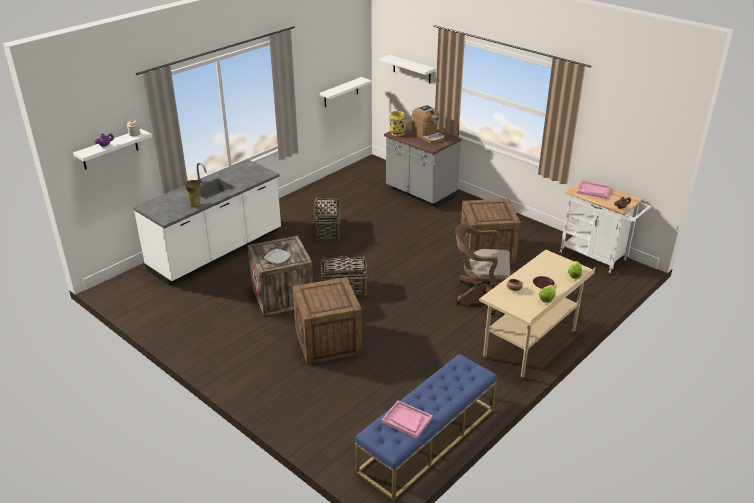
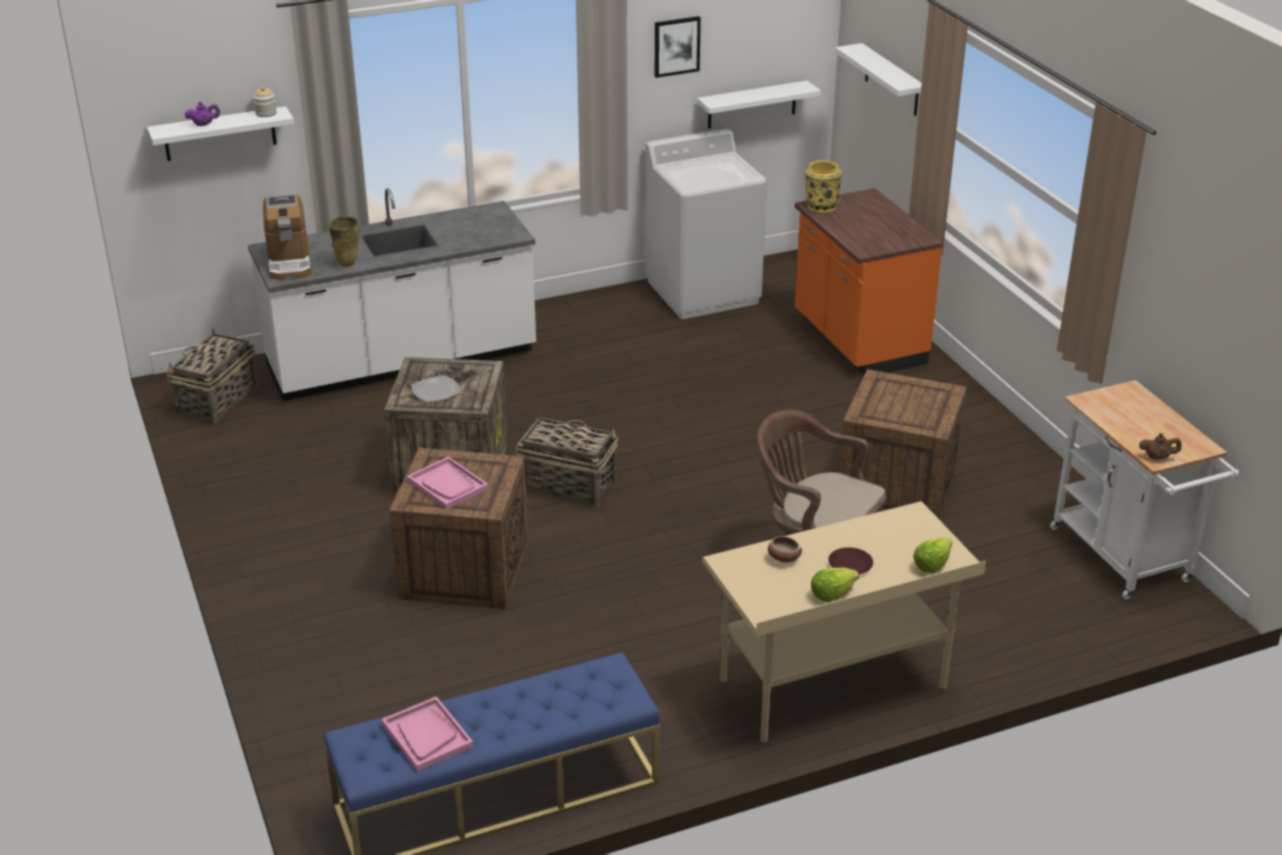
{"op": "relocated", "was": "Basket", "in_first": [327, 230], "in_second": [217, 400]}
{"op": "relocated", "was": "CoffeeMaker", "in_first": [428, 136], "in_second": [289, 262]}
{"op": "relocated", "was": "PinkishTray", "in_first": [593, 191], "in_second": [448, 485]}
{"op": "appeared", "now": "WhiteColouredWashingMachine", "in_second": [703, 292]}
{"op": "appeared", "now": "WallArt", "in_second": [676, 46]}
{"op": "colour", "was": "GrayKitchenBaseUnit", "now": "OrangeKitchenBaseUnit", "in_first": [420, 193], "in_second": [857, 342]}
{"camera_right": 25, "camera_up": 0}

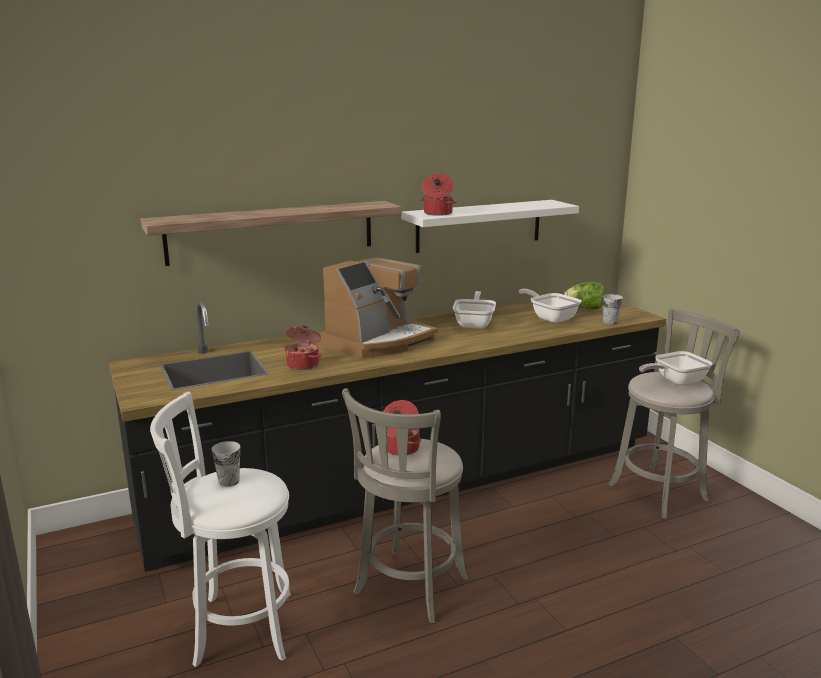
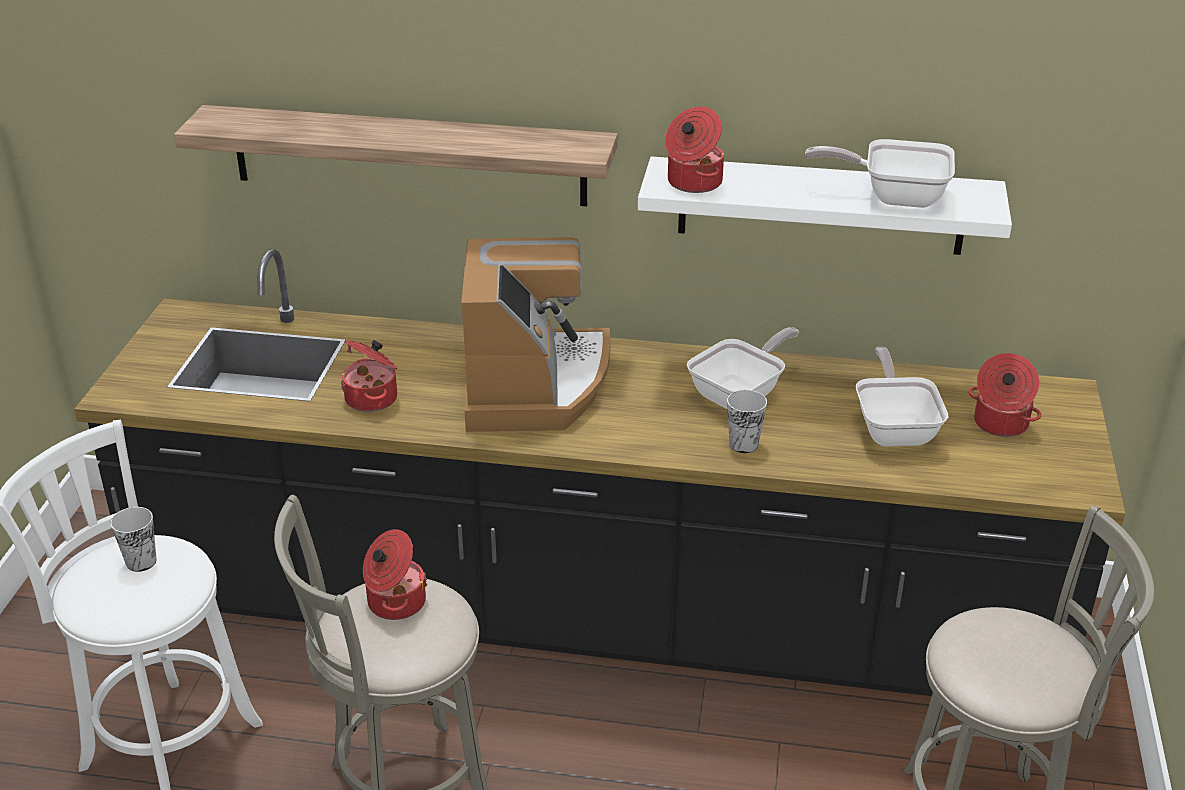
{"op": "spun", "was": "CoffeeMaker", "in_first": [378, 342], "in_second": [534, 386], "clockwise": -75}
{"op": "relocated", "was": "SmallCup", "in_first": [610, 322], "in_second": [743, 444]}
{"op": "relocated", "was": "Pan", "in_first": [675, 381], "in_second": [894, 196]}
{"op": "exchanged", "was": "Lettuce", "now": "Stockpot", "in_first": [584, 308], "in_second": [999, 424]}
{"camera_right": 35, "camera_up": 15}

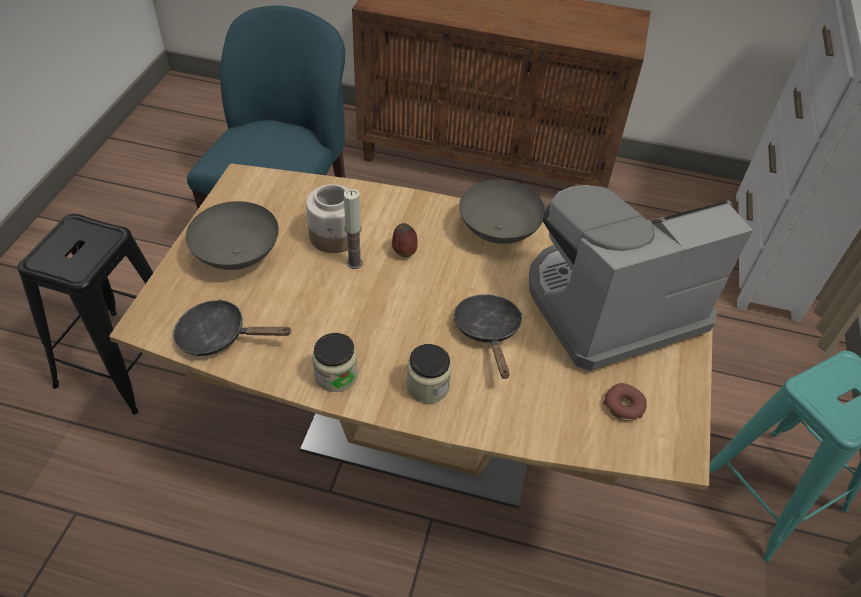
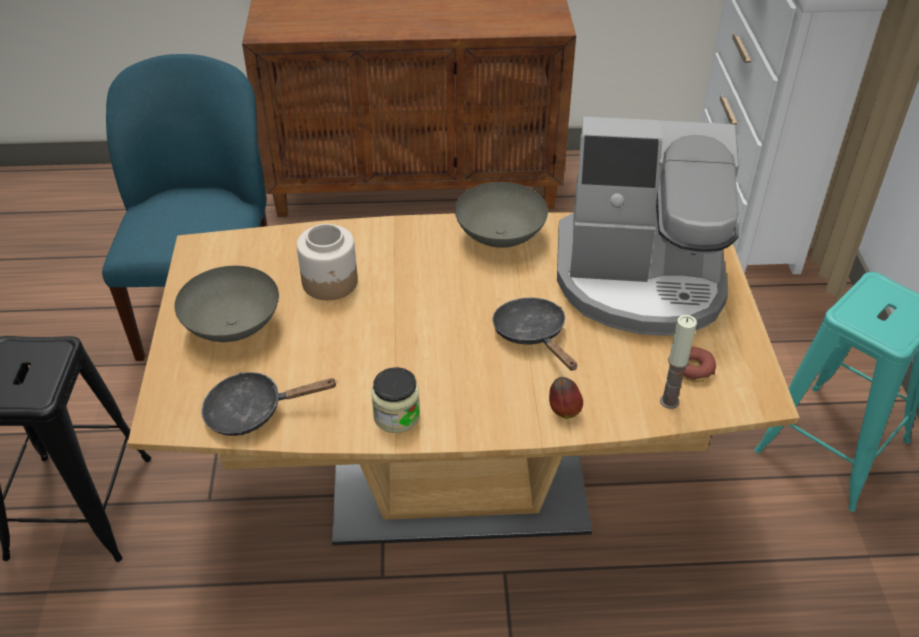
{"op": "relocated", "was": "AppleFruit", "in_first": [404, 252], "in_second": [563, 411]}
{"op": "spun", "was": "CoffeeMaker", "in_first": [610, 305], "in_second": [641, 280], "clockwise": -135}
{"op": "relocated", "was": "WaxLight", "in_first": [354, 263], "in_second": [669, 401]}
{"op": "missing", "was": "StorageJar", "in_first": [428, 386]}
{"camera_right": -15, "camera_up": -5}

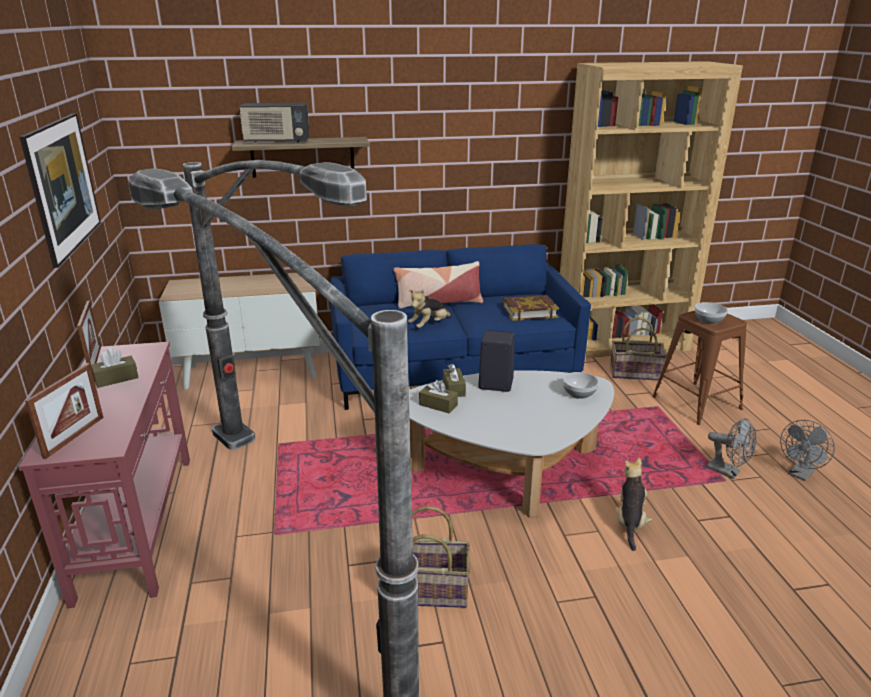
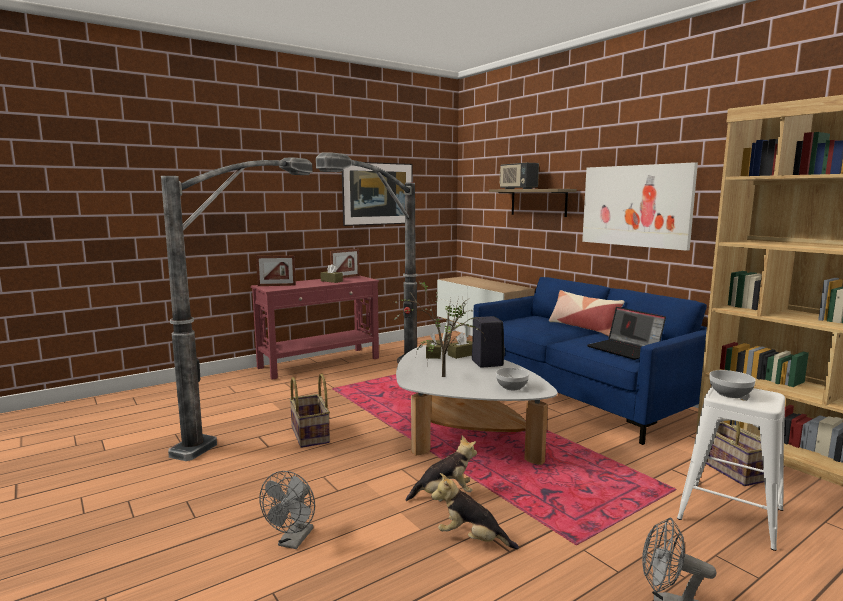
{"op": "relocated", "was": "GrayCoolingFan", "in_first": [728, 472], "in_second": [293, 541]}
{"op": "appeared", "now": "Houseplant", "in_second": [440, 376]}
{"op": "relocated", "was": "SoftToy", "in_first": [429, 325], "in_second": [472, 539]}
{"op": "appeared", "now": "WallArt", "in_second": [635, 206]}
{"op": "exchanged", "was": "Volume", "now": "PortableComputer", "in_first": [529, 311], "in_second": [625, 350]}
{"op": "colour", "was": "BrownSittingStool", "now": "WhiteColouredSittingStool", "in_first": [696, 403], "in_second": [730, 514]}
{"camera_right": 65, "camera_up": -15}

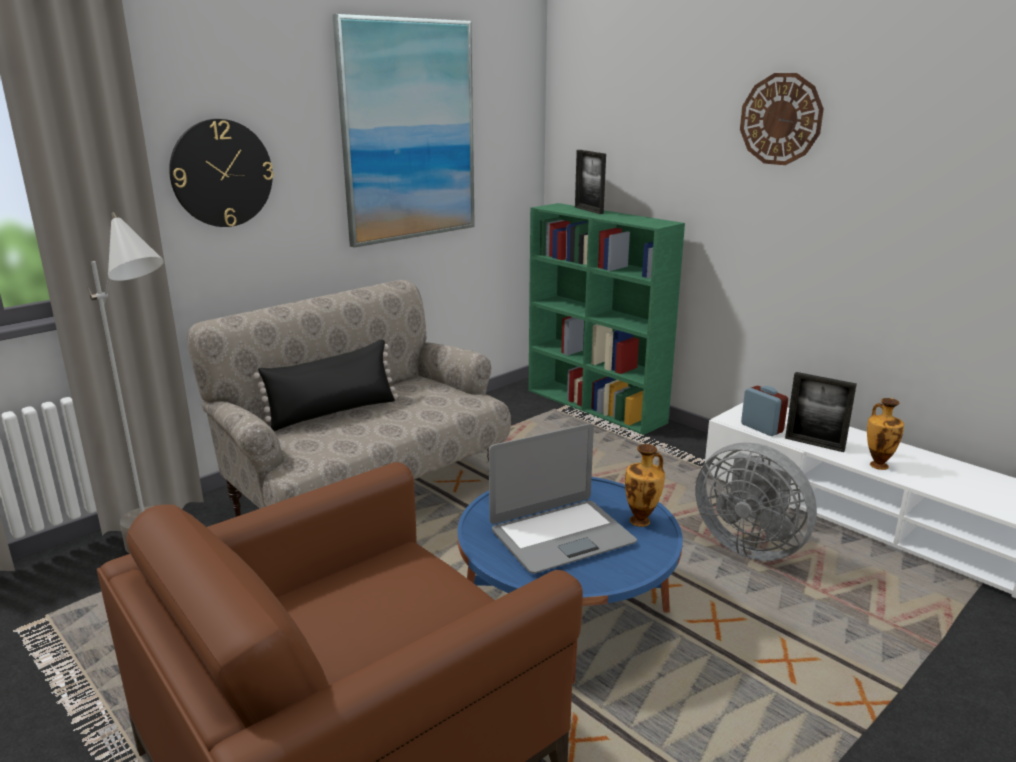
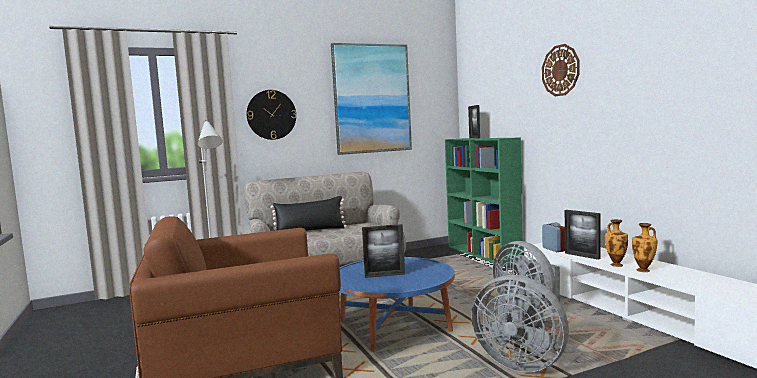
{"op": "exchanged", "was": "PortableComputer", "now": "PhotoFrame", "in_first": [561, 536], "in_second": [384, 275]}
{"op": "appeared", "now": "GrayCoolingFan", "in_second": [519, 363]}
{"op": "relocated", "was": "Vase", "in_first": [641, 521], "in_second": [644, 270]}
{"camera_right": 20, "camera_up": -15}

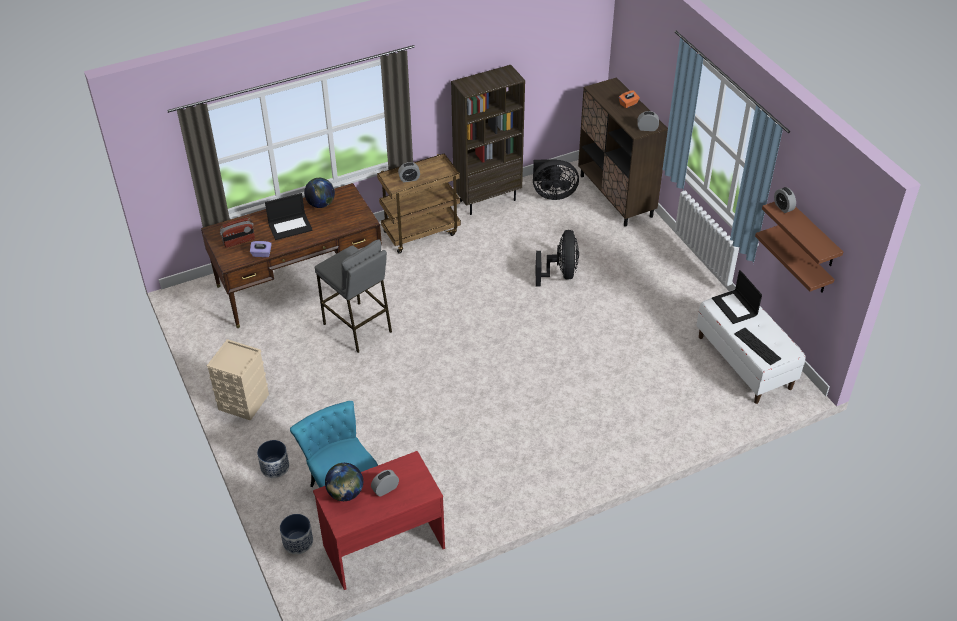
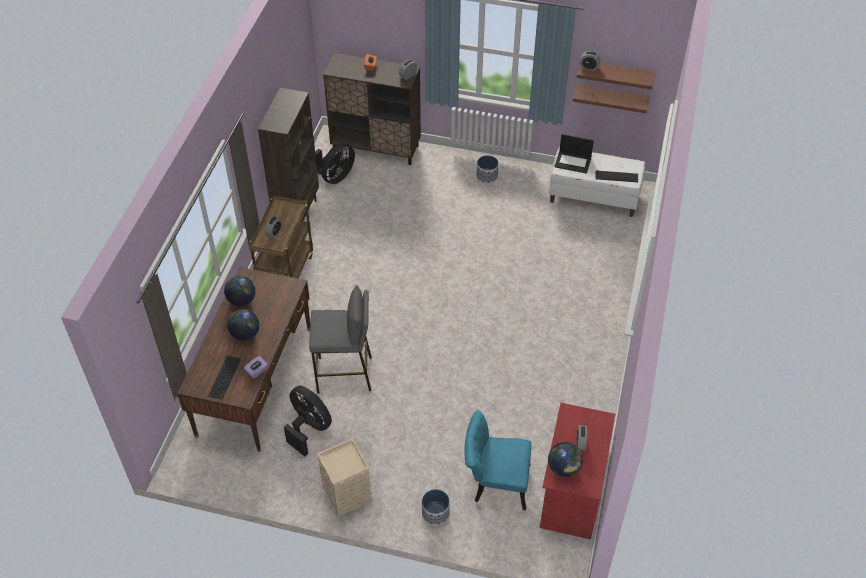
{"op": "exchanged", "was": "Radio", "now": "PcKeyboard", "in_first": [239, 241], "in_second": [224, 377]}
{"op": "exchanged", "was": "PortableComputer", "now": "Globe", "in_first": [290, 226], "in_second": [245, 334]}
{"op": "relocated", "was": "BlackCoolingFan", "in_first": [560, 274], "in_second": [309, 428]}
{"op": "relocated", "was": "PlantPot", "in_first": [298, 542], "in_second": [487, 176]}
{"camera_right": -50, "camera_up": 5}

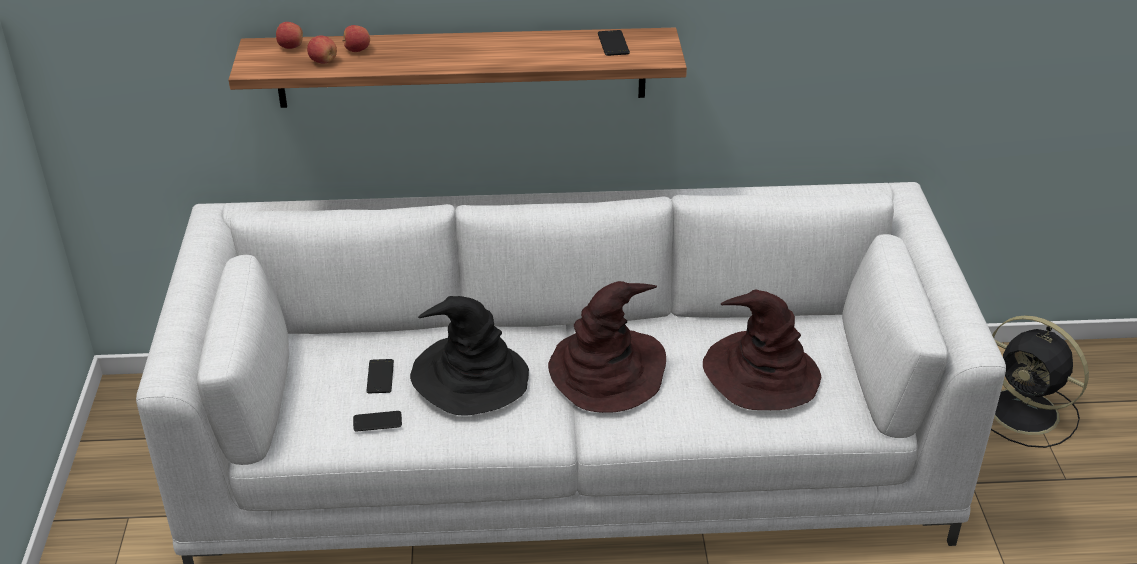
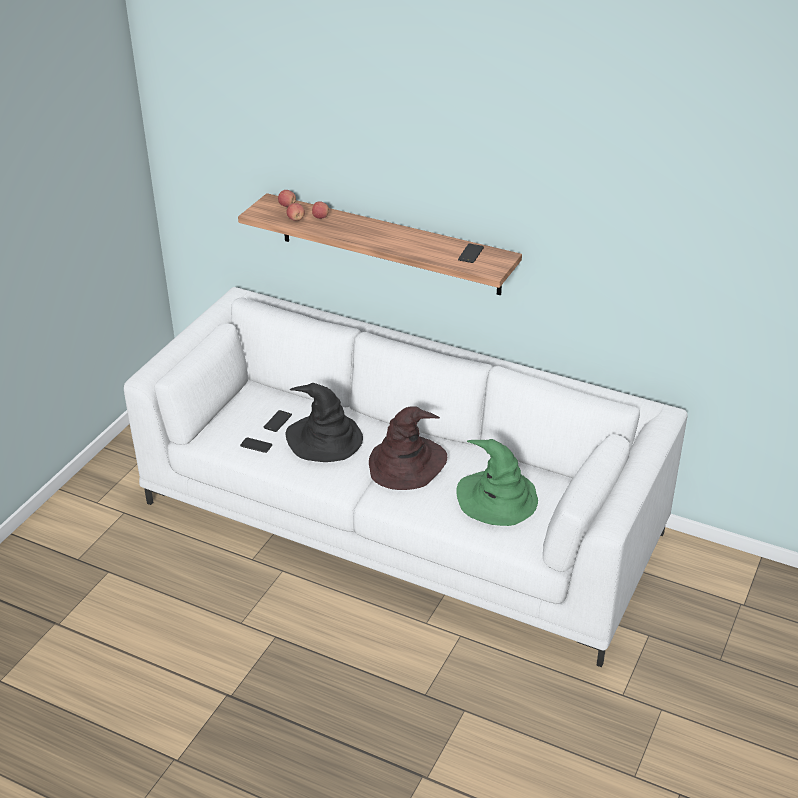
{"op": "colour", "was": "BrownClothingHat", "now": "GreenColouredClothingHat", "in_first": [760, 373], "in_second": [497, 499]}
{"op": "missing", "was": "BlackCoolingFan", "in_first": [1026, 413]}
{"camera_right": 30, "camera_up": 0}

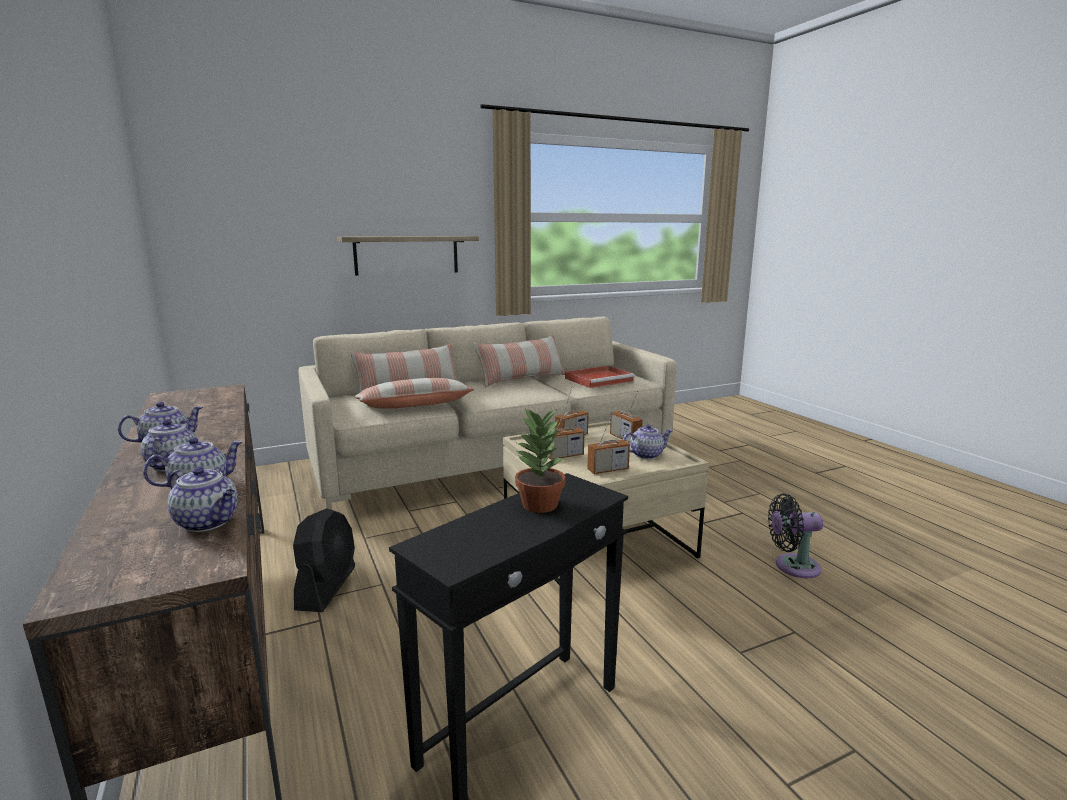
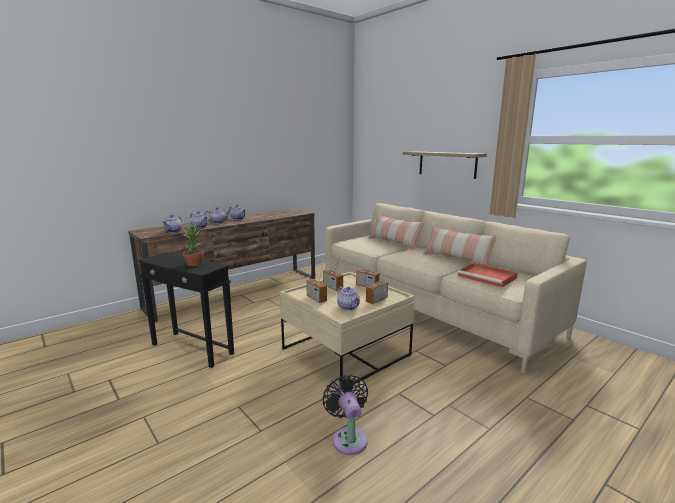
{"op": "missing", "was": "BlackCoolingFan", "in_first": [327, 587]}
{"op": "missing", "was": "ThrowPillow", "in_first": [414, 406]}
{"camera_right": 75, "camera_up": 0}

